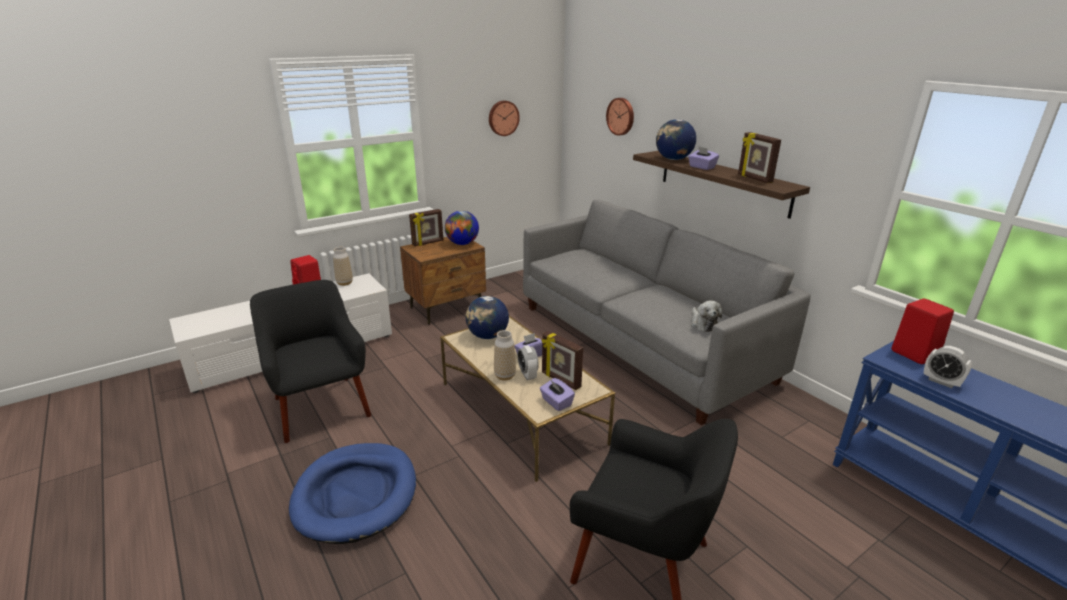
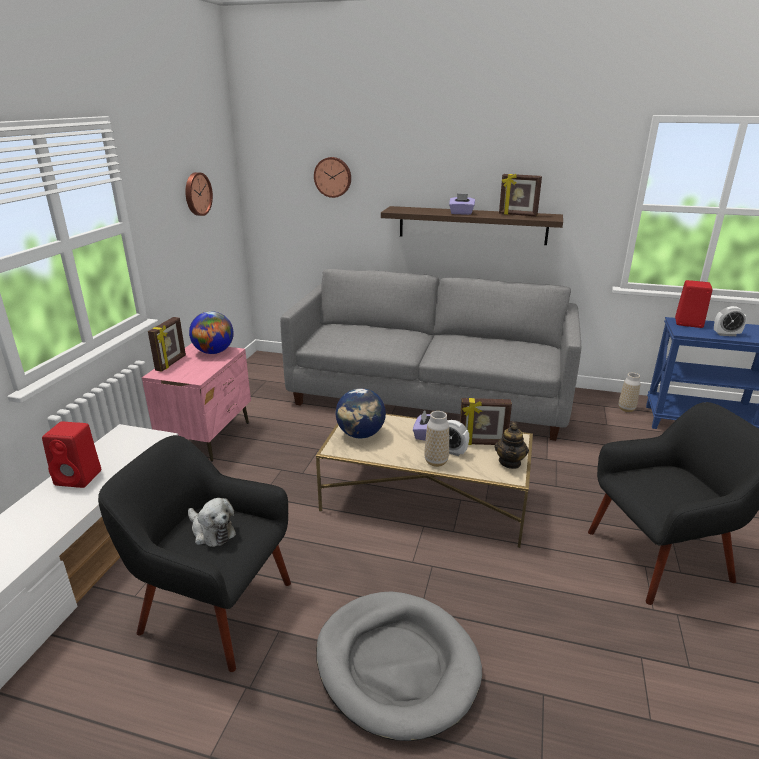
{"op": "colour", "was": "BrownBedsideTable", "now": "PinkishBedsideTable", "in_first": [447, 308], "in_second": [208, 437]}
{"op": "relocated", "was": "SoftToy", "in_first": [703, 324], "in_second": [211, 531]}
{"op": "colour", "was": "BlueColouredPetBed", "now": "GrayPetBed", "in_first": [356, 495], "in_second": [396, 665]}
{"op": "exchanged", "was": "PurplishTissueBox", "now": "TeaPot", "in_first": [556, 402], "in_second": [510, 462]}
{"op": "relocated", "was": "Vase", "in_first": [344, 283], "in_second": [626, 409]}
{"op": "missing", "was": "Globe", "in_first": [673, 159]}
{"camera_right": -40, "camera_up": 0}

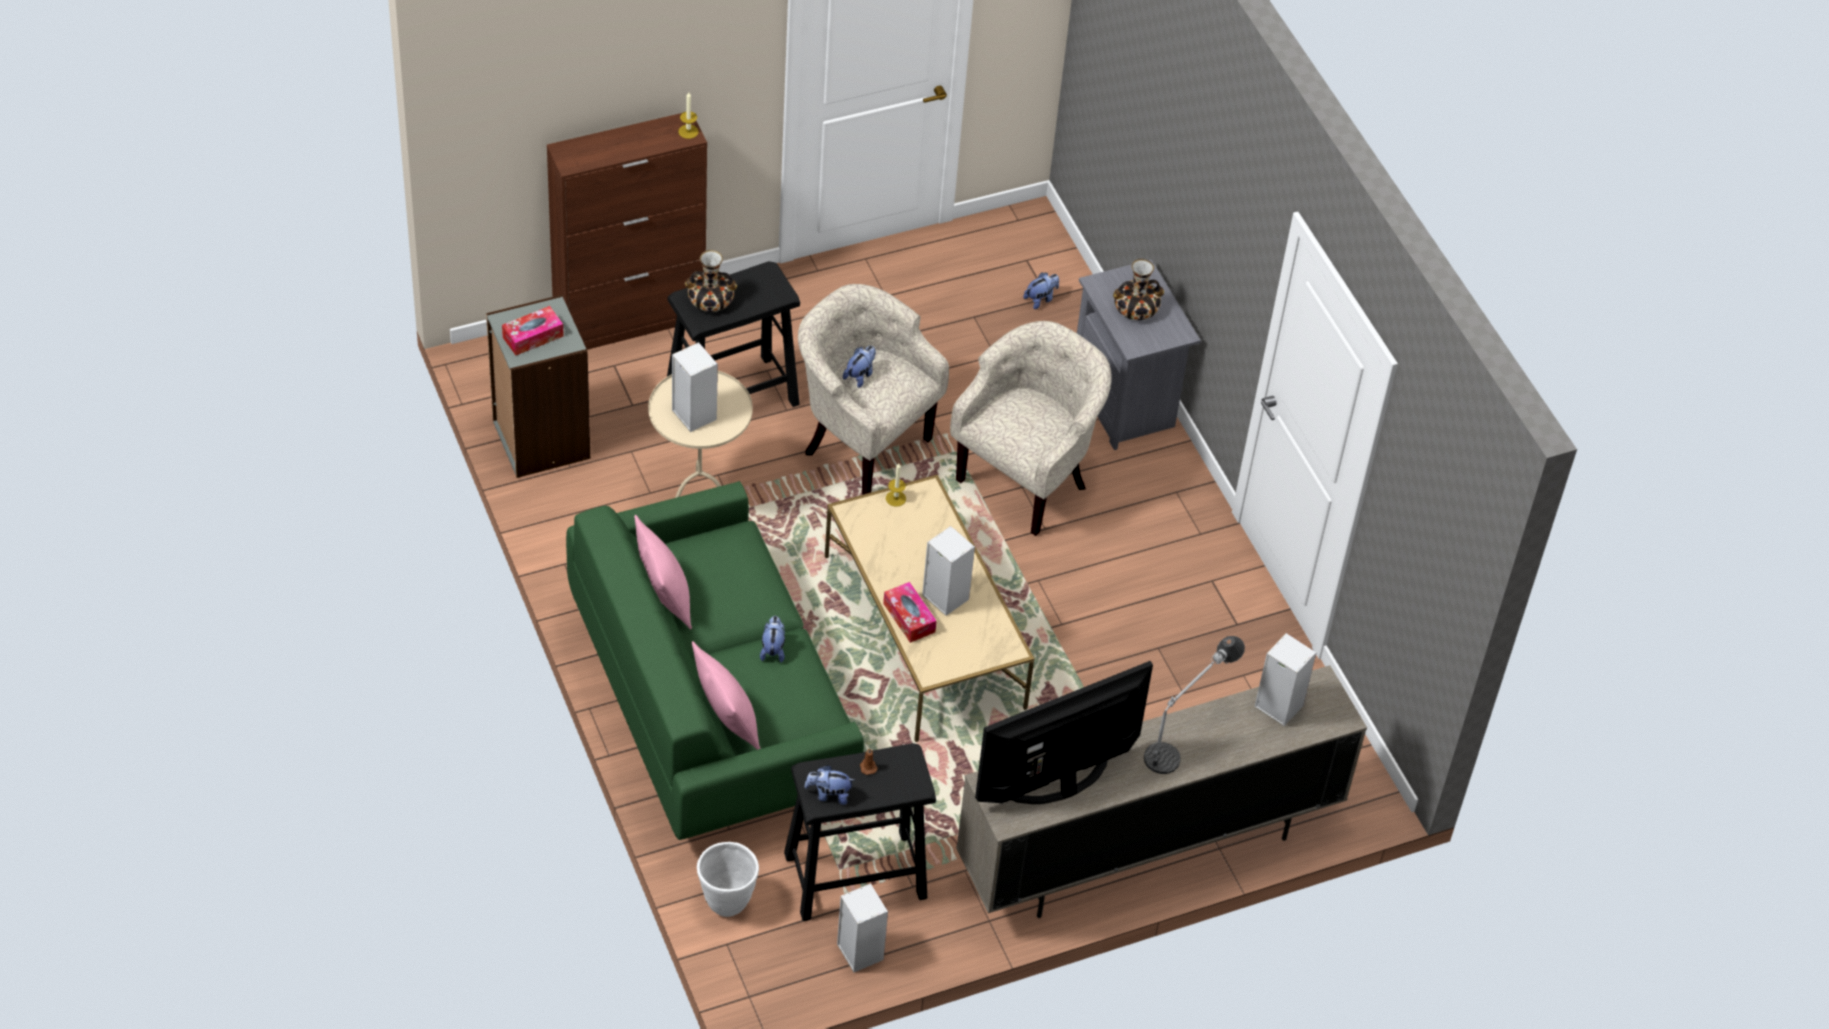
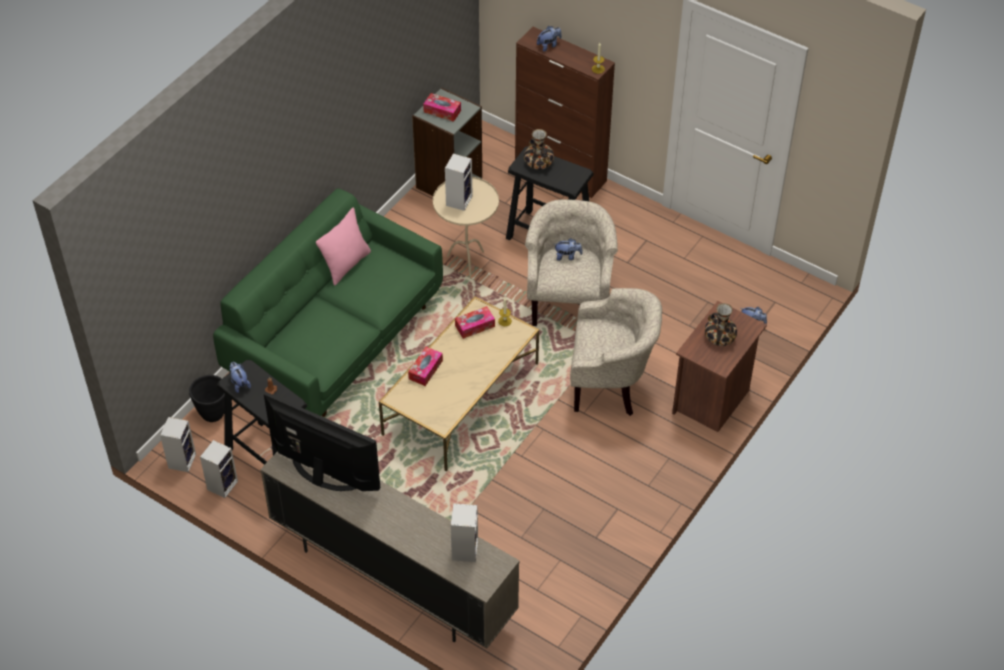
{"op": "relocated", "was": "Speaker", "in_first": [943, 596], "in_second": [182, 460]}
{"op": "colour", "was": "WhiteColouredPlantPot", "now": "BlackPlantPot", "in_first": [726, 902], "in_second": [213, 413]}
{"op": "appeared", "now": "TissueBox", "in_second": [475, 326]}
{"op": "relocated", "was": "SoftToy", "in_first": [773, 649], "in_second": [549, 45]}
{"op": "colour", "was": "GrayBedsideTable", "now": "BrownBedsideTable", "in_first": [1125, 404], "in_second": [712, 400]}
{"op": "missing", "was": "PinkishThrowPillow", "in_first": [726, 722]}
{"op": "missing", "was": "LampForATable", "in_first": [1186, 736]}
{"camera_right": 60, "camera_up": 0}

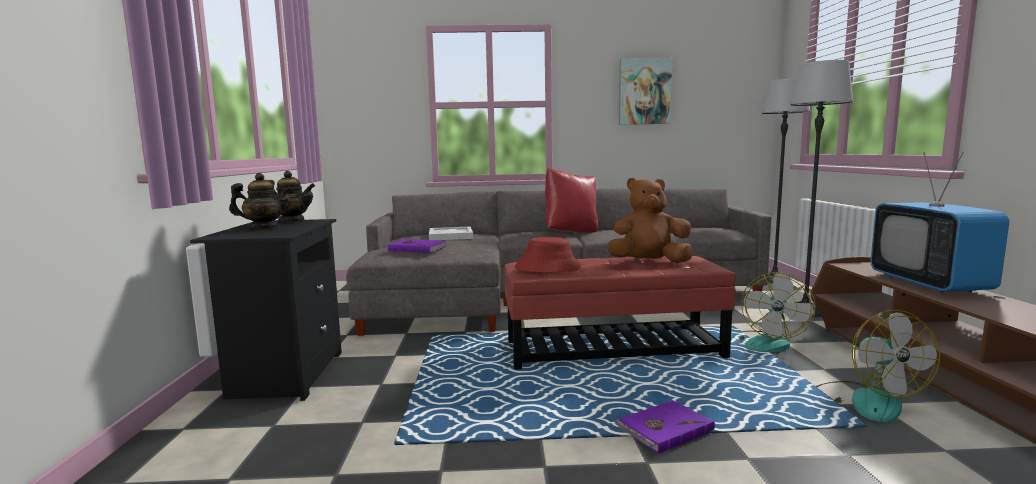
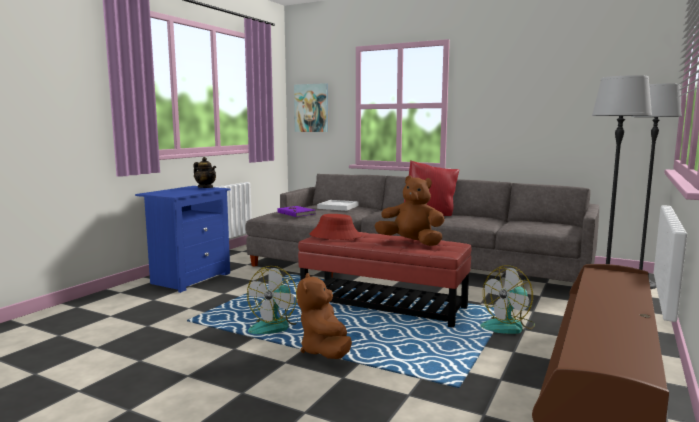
{"op": "colour", "was": "BlackBedsideTable", "now": "BlueColouredBedsideTable", "in_first": [285, 375], "in_second": [189, 278]}
{"op": "relocated", "was": "CoolingFan", "in_first": [865, 400], "in_second": [275, 326]}
{"op": "relocated", "was": "WallArt", "in_first": [644, 91], "in_second": [311, 108]}
{"op": "exchanged", "was": "PurplishVolume", "now": "BrownSoftToy", "in_first": [664, 429], "in_second": [325, 351]}
{"op": "missing", "was": "TeaPot", "in_first": [264, 227]}
{"op": "missing", "was": "Tv", "in_first": [929, 283]}
{"camera_right": 30, "camera_up": 0}

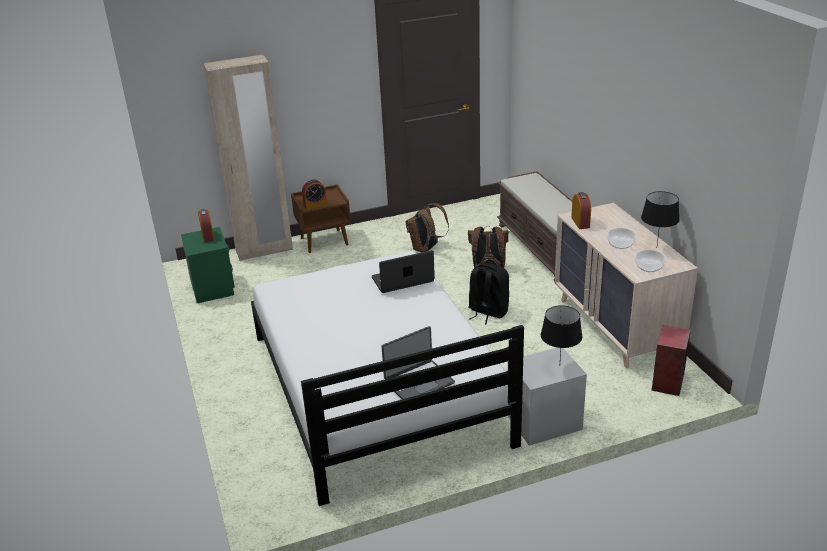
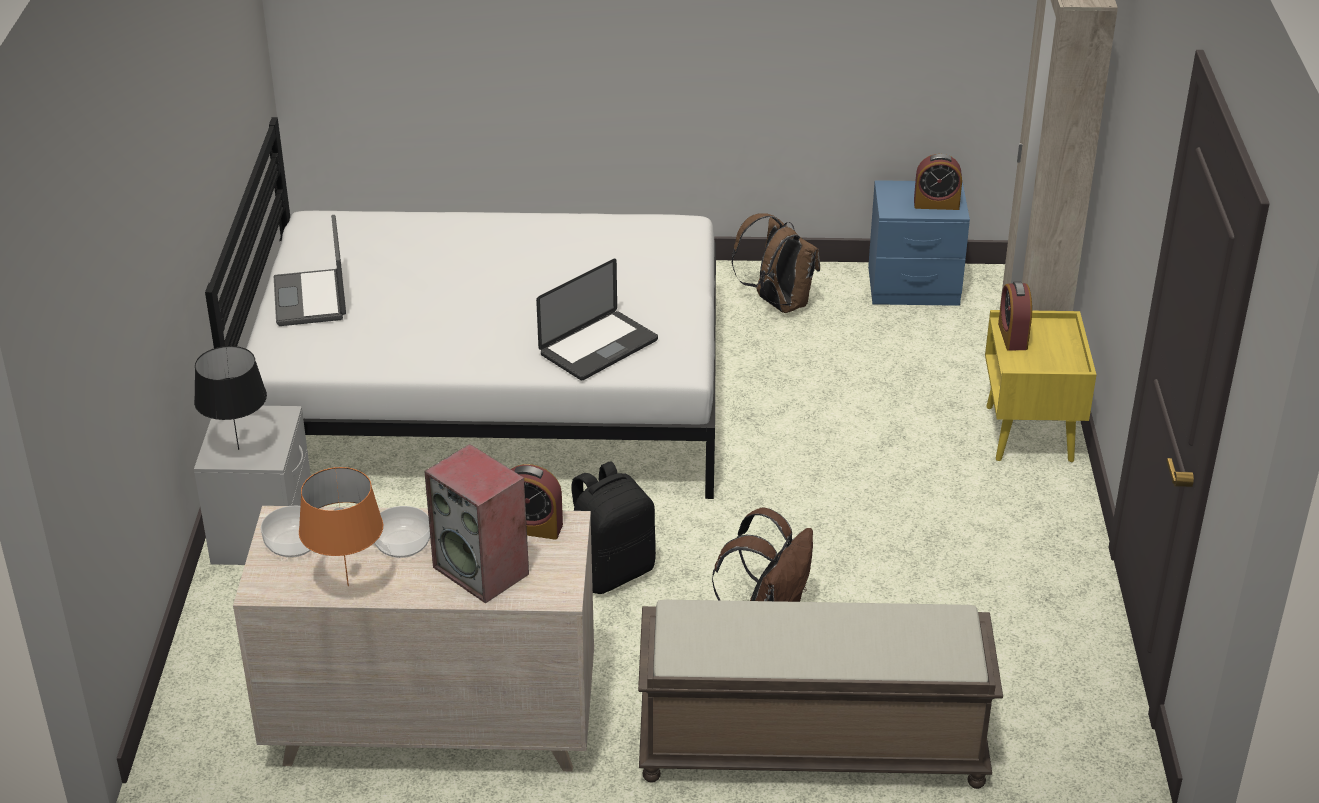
{"op": "colour", "was": "BlackLampForATable", "now": "OrangeLampForATable", "in_first": [657, 247], "in_second": [347, 586]}
{"op": "relocated", "was": "Speaker", "in_first": [667, 382], "in_second": [482, 571]}
{"op": "spun", "was": "PortableComputer", "in_first": [402, 280], "in_second": [599, 347], "clockwise": 45}
{"op": "relocated", "was": "BrownRucksack", "in_first": [426, 249], "in_second": [777, 303]}
{"op": "colour", "was": "GreenColouredBedsideTable", "now": "BlueColouredBedsideTable", "in_first": [212, 288], "in_second": [913, 286]}
{"op": "colour", "was": "BrownBedsideTable", "now": "YellowColouredBedsideTable", "in_first": [324, 241], "in_second": [1030, 434]}
{"camera_right": 110, "camera_up": 5}

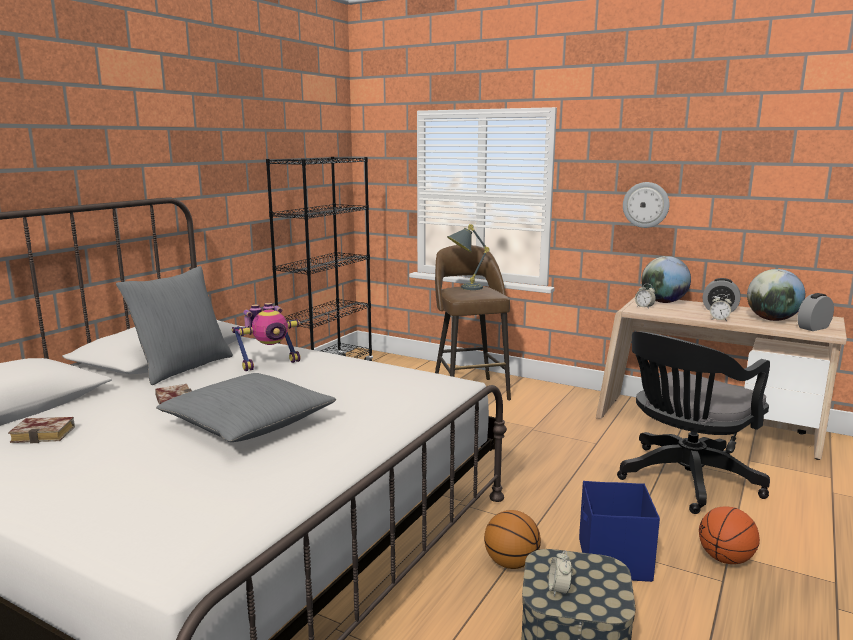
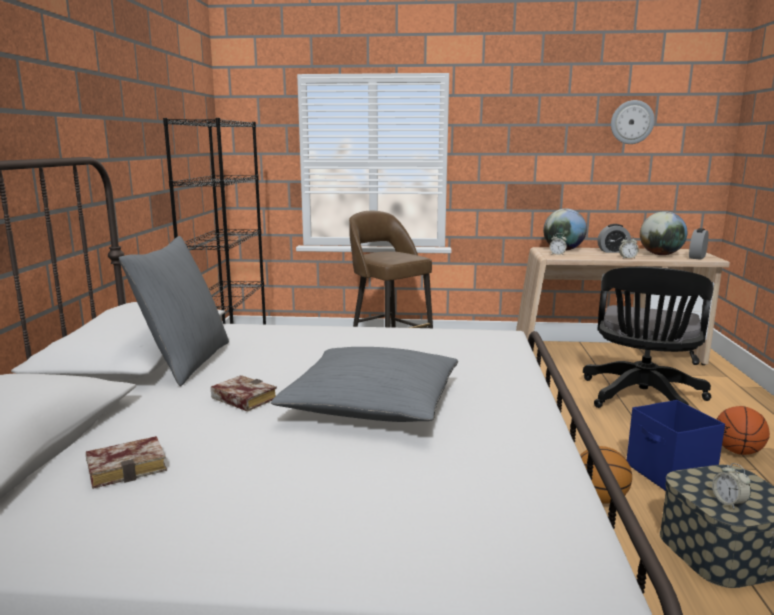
{"op": "relocated", "was": "ClockOnTheWall", "in_first": [646, 205], "in_second": [632, 122]}
{"op": "missing", "was": "ToyRobot", "in_first": [269, 363]}
{"op": "missing", "was": "GrayLampForATable", "in_first": [464, 288]}
{"camera_right": -25, "camera_up": 0}

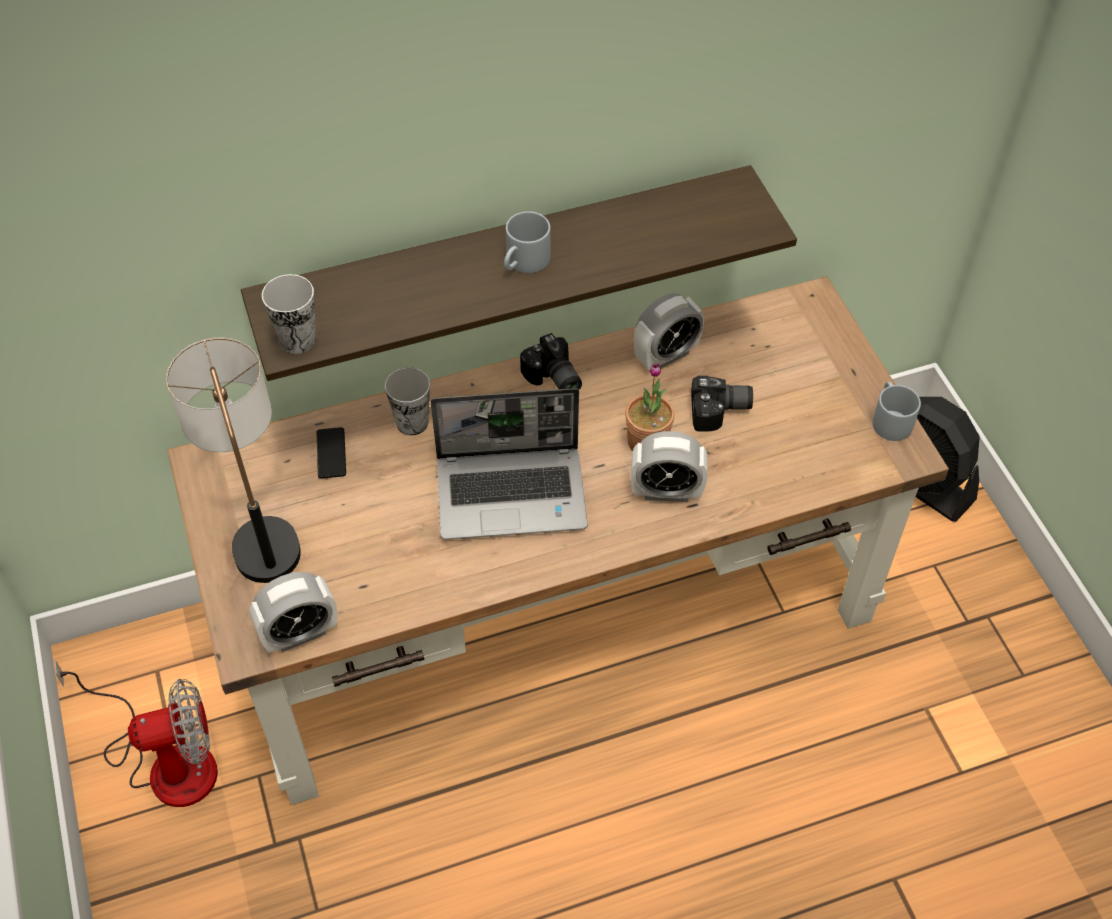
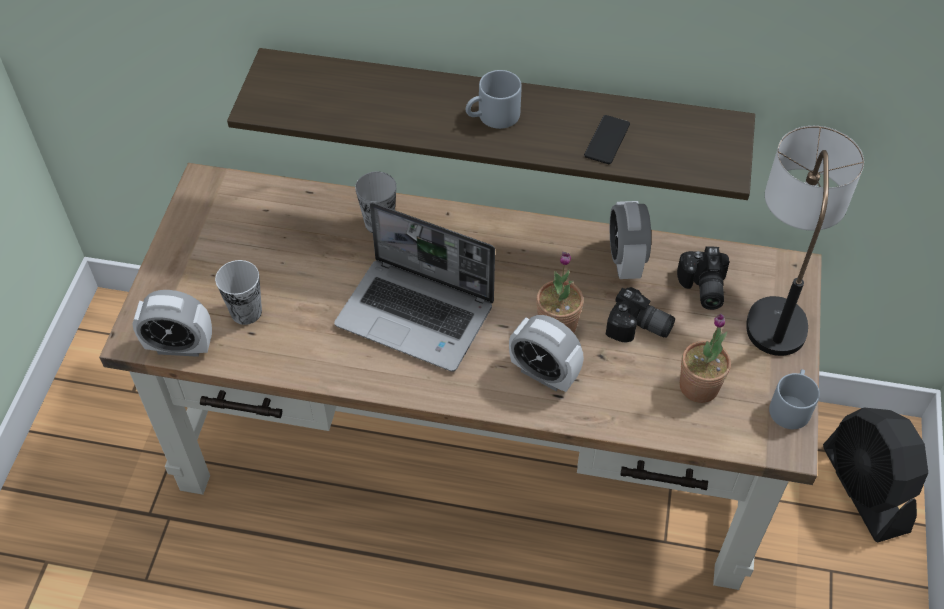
{"op": "relocated", "was": "SmallCup", "in_first": [298, 339], "in_second": [246, 312]}
{"op": "relocated", "was": "Telephone", "in_first": [331, 453], "in_second": [607, 140]}
{"op": "spun", "was": "AlarmClock", "in_first": [666, 355], "in_second": [625, 260], "clockwise": 90}
{"op": "relocated", "was": "PhotoCamera", "in_first": [552, 379], "in_second": [701, 288]}
{"op": "appeared", "now": "Houseplant", "in_second": [699, 386]}
{"op": "relocated", "was": "LampForATable", "in_first": [258, 522], "in_second": [777, 301]}
{"op": "missing", "was": "CoolingFan", "in_first": [165, 761]}
{"camera_right": 30, "camera_up": 0}

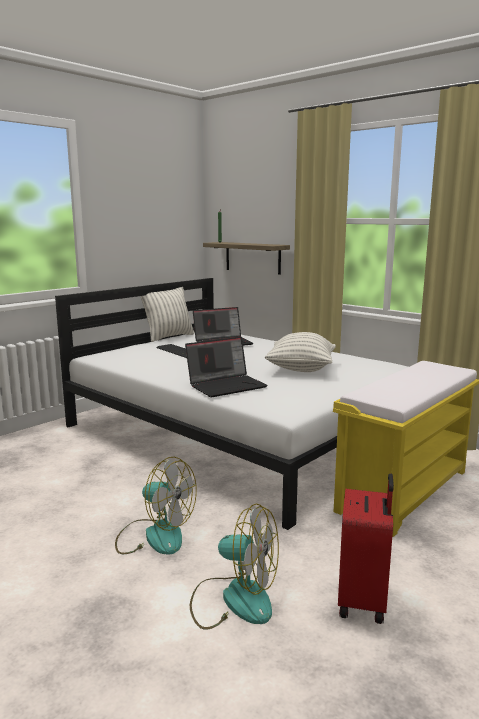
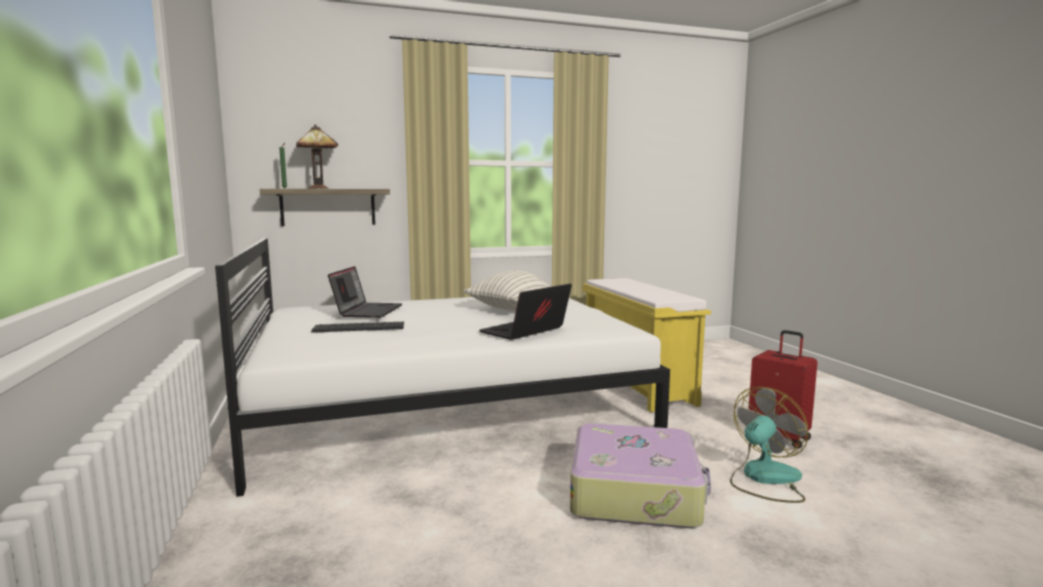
{"op": "appeared", "now": "LampForATable", "in_second": [320, 188]}
{"op": "spun", "was": "PortableComputer", "in_first": [227, 385], "in_second": [525, 332], "clockwise": -135}
{"op": "exchanged", "was": "CoolingFan", "now": "TravelCase", "in_first": [155, 535], "in_second": [635, 492]}
{"op": "missing", "was": "ThrowPillow", "in_first": [169, 337]}
{"camera_right": -60, "camera_up": -5}

